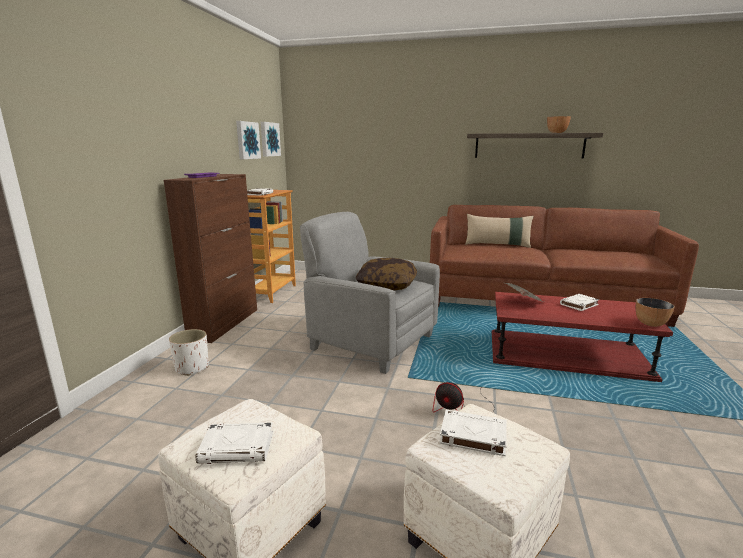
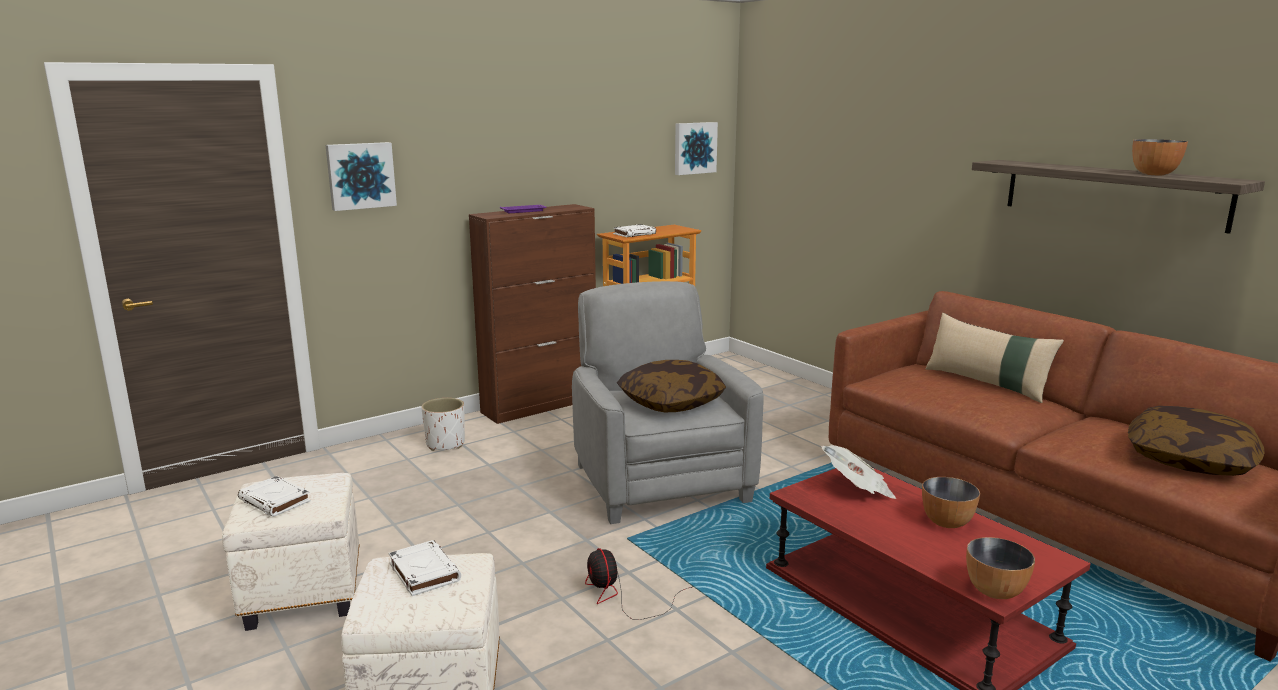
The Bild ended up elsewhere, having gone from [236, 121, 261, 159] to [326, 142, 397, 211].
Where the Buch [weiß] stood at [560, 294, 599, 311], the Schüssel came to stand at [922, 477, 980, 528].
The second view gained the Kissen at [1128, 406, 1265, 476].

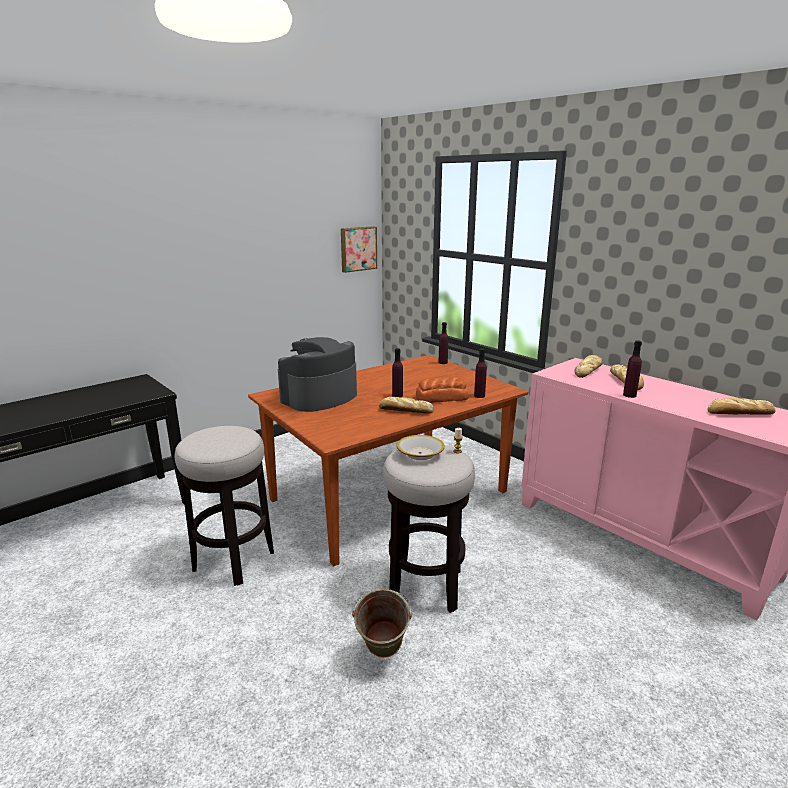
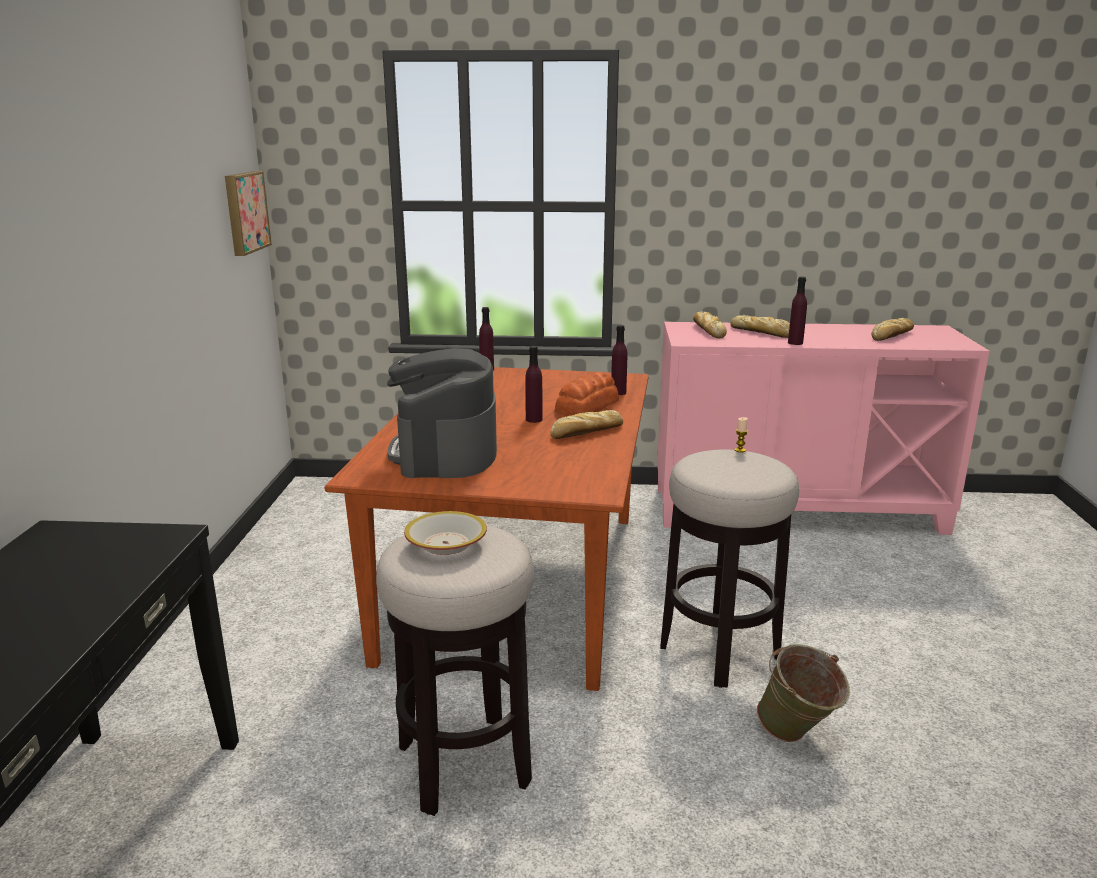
The Schüssel ended up elsewhere, having gone from [397, 435, 445, 460] to [404, 511, 487, 555].

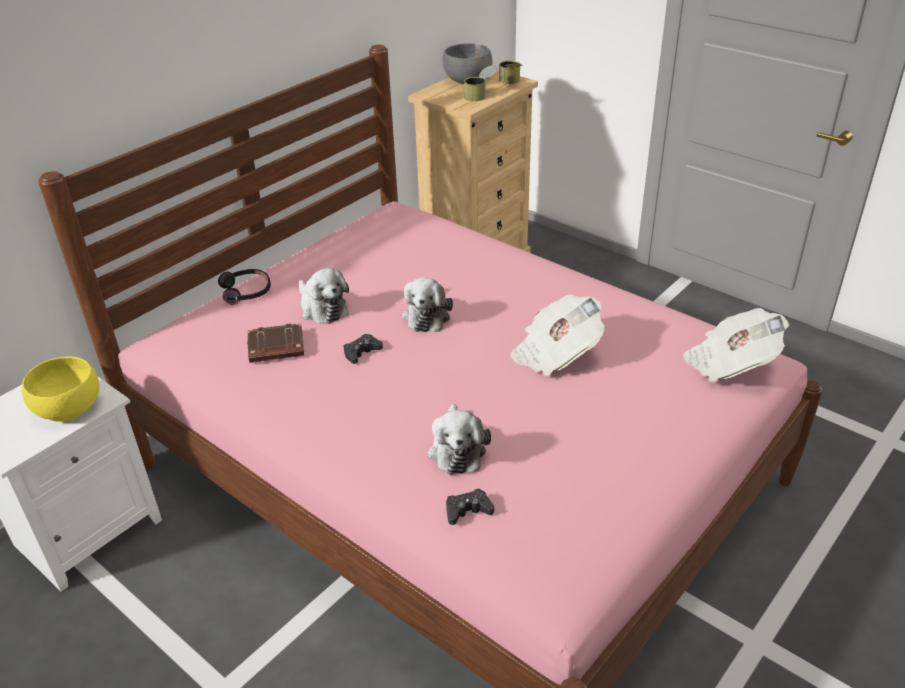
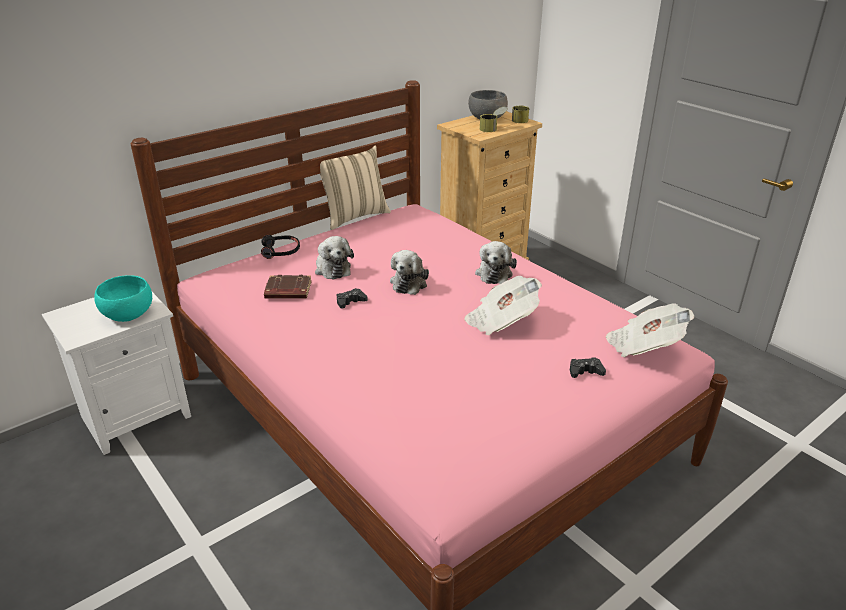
What was the Schüssel [gelb] at [22, 356, 99, 422] turned into the Schüssel [türkis] at [94, 275, 152, 322].
The Plüschtier ended up elsewhere, having gone from [427, 404, 491, 475] to [475, 241, 517, 284].
The Gamepad [schwarz] ended up elsewhere, having gone from [446, 489, 494, 525] to [570, 357, 606, 378].
The second view gained the Kissen [beige] at [320, 146, 391, 230].

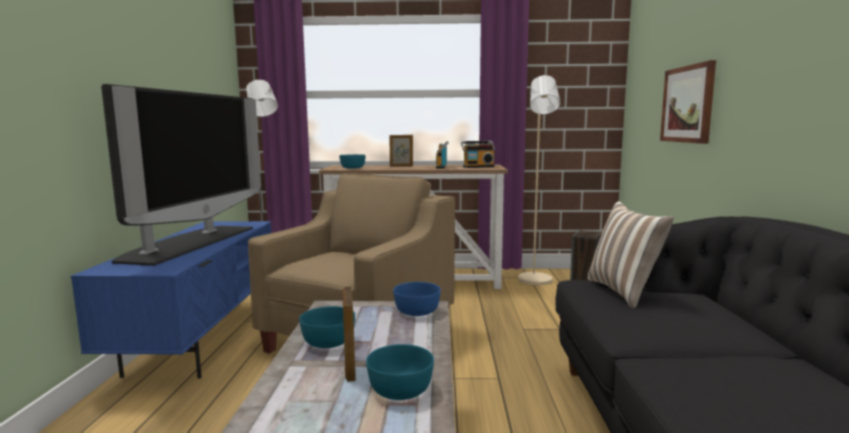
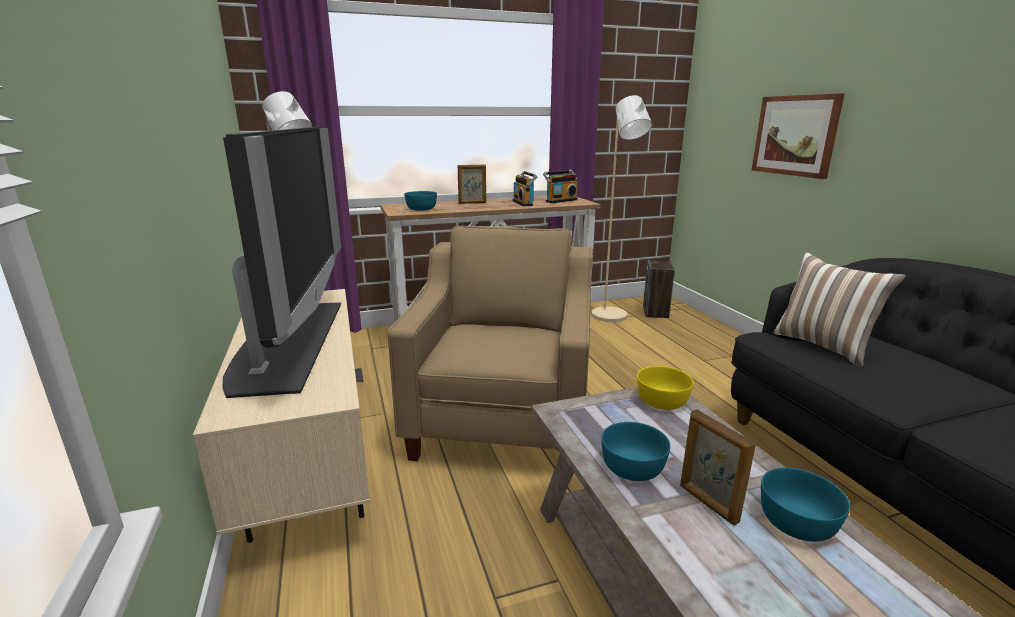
What was the Fernsehschrank [blau] at [71, 221, 271, 379] turned into the Fernsehschrank [beige] at [193, 289, 370, 543].
What was the Schüssel [blau] at [393, 282, 441, 316] turned into the Schüssel [gelb] at [637, 366, 693, 410].

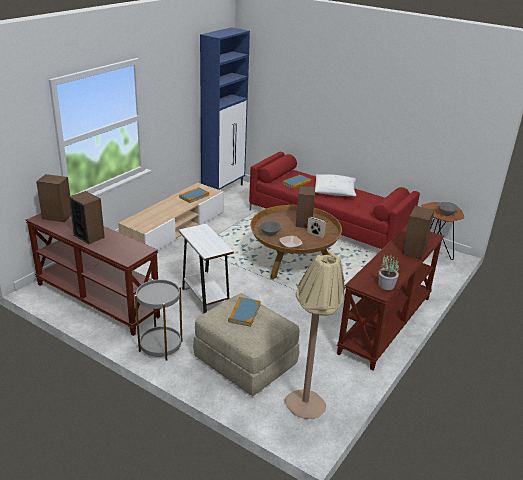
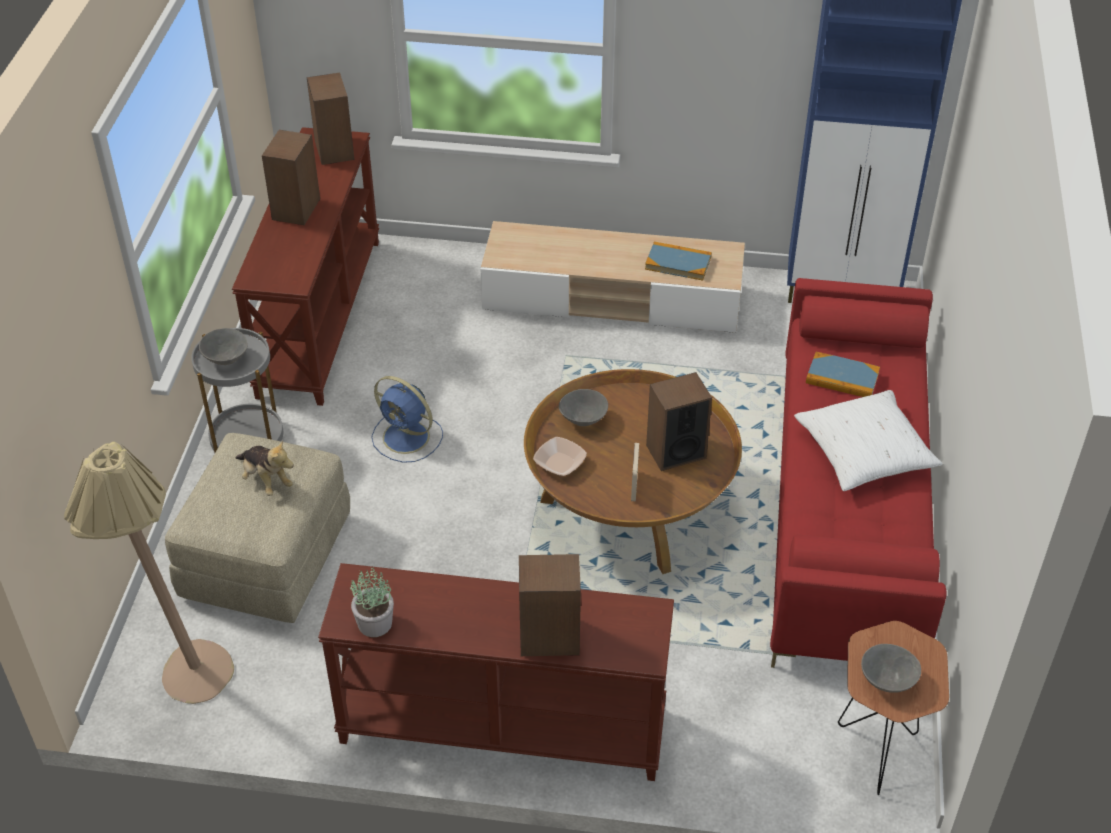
Where the Beistelltisch [weiß] stood at [179, 224, 234, 313], the Ventilator [blau] came to stand at [371, 376, 443, 463].
Where the Buch stood at [228, 297, 261, 327], the Plüschtier came to stand at [235, 440, 294, 496].
The second view gained the Schüssel [grau] at [199, 328, 248, 365].

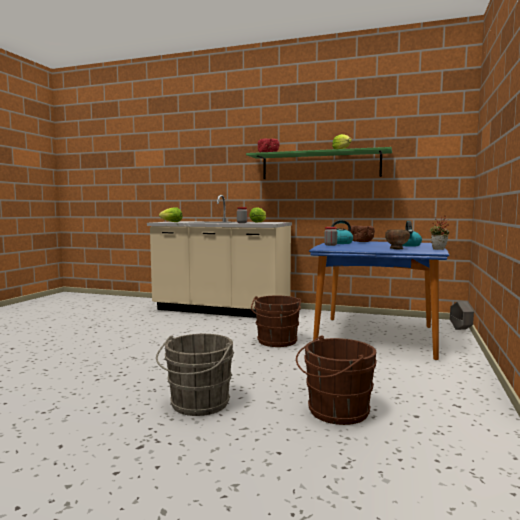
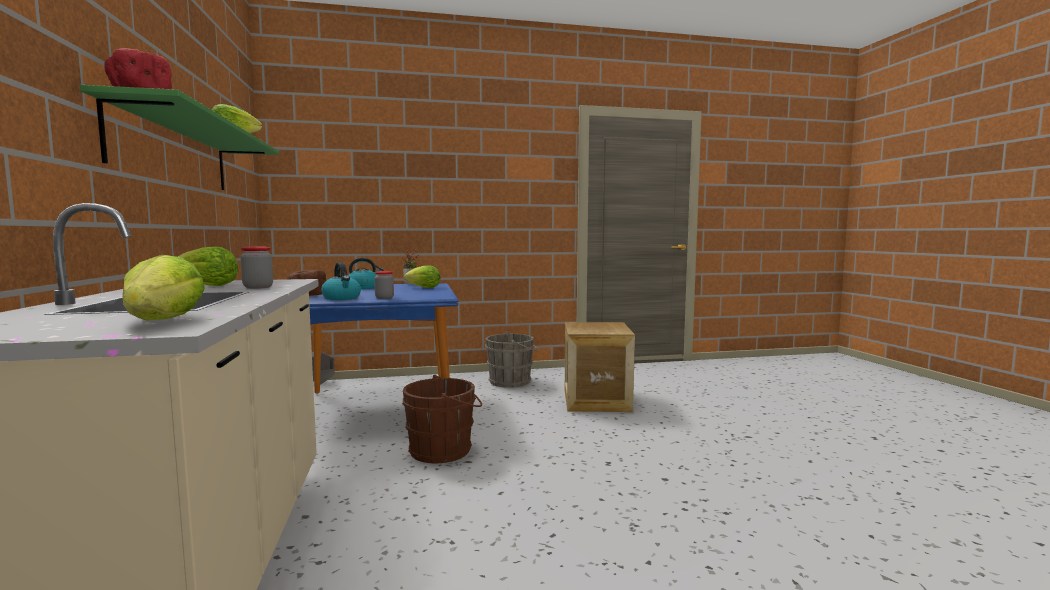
Where the Schüssel [braun] stood at [385, 229, 410, 249], the Salatkopf came to stand at [404, 265, 441, 288].
The Eimer [grau] ended up elsewhere, having gone from [156, 334, 234, 416] to [485, 331, 539, 388].
Where the Eimer [braun] stood at [296, 335, 377, 425], the Kiste came to stand at [565, 322, 635, 412].

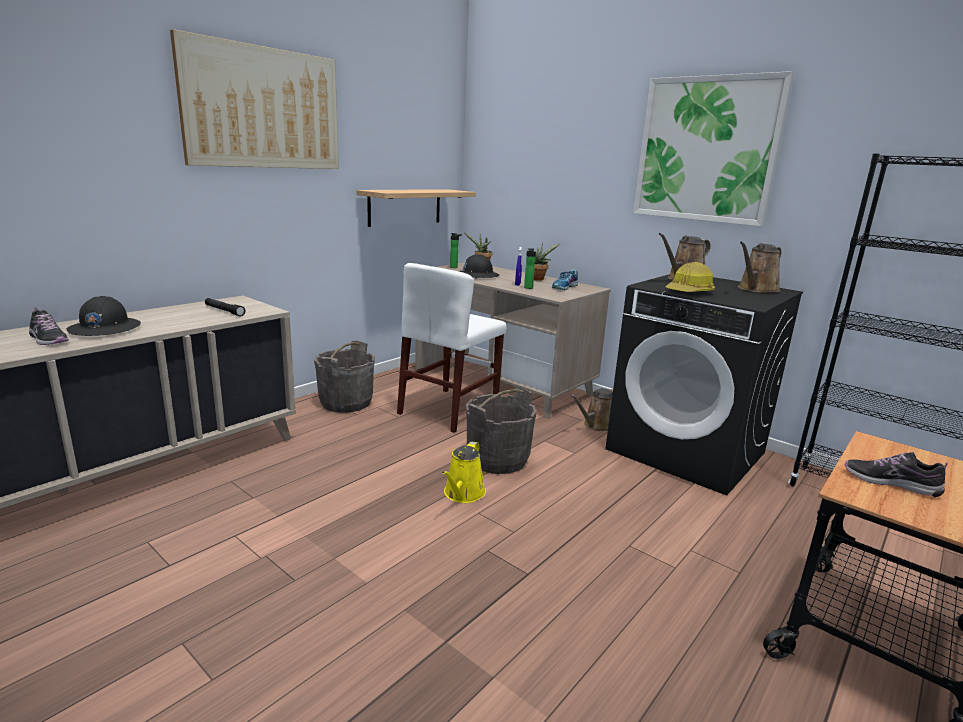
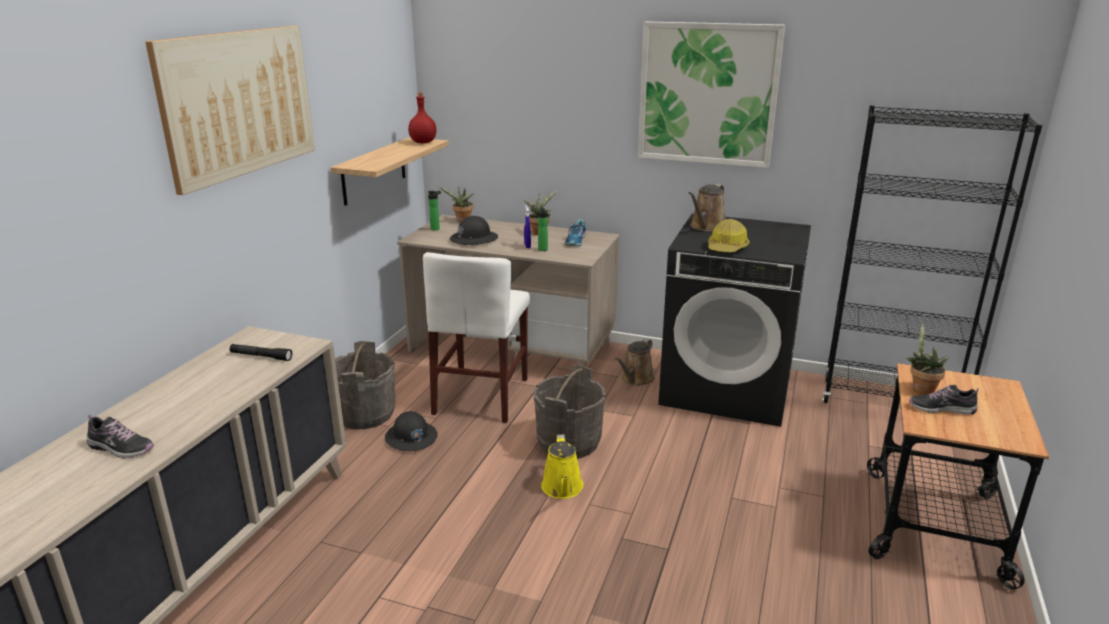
The second view lost the Gießkanne [braun] at [738, 241, 781, 293].
The Schutzhelm [schwarz] ended up elsewhere, having gone from [66, 296, 141, 336] to [385, 411, 438, 451].
The second view gained the Flasche [rot] at [408, 93, 437, 143].
The second view gained the Topfpflanze at [906, 323, 949, 395].

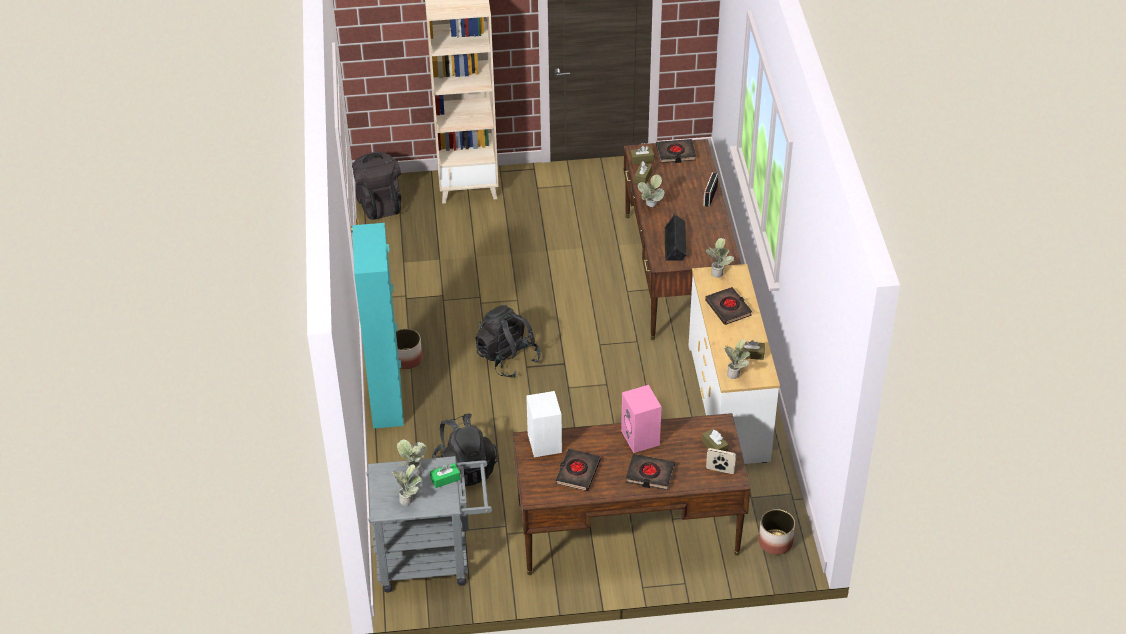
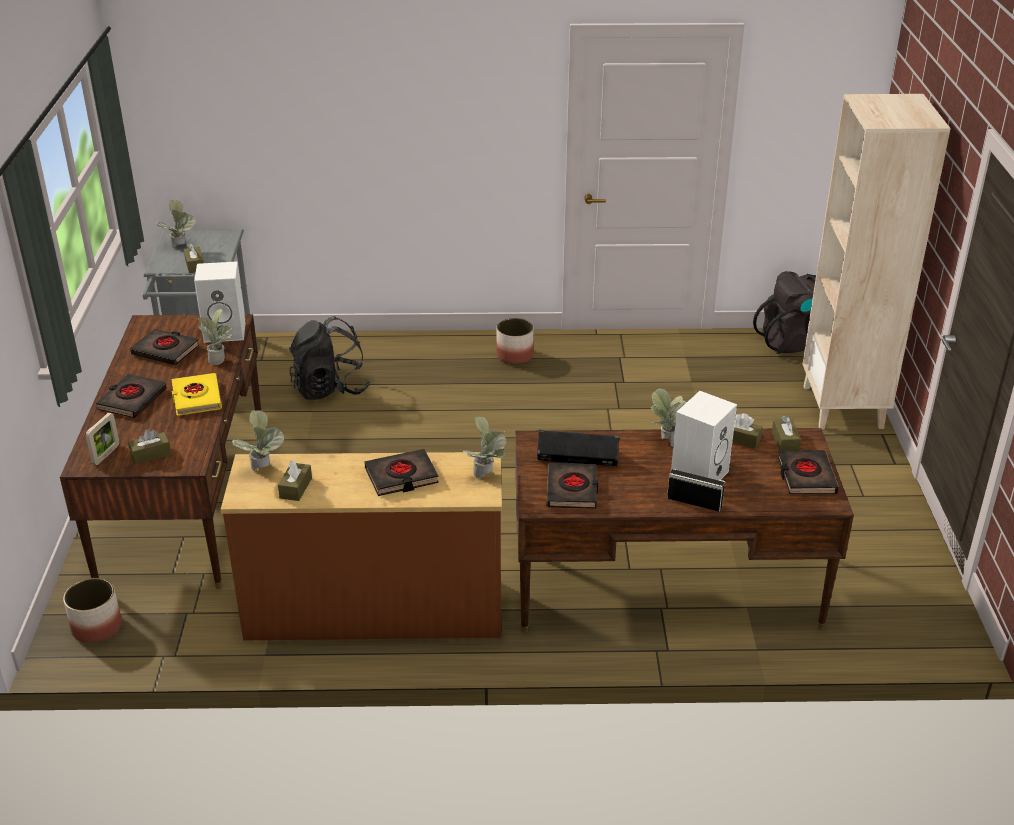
The second view lost the Schrank [türkis] at [352, 223, 404, 429].
What was the Kommode [weiß] at [689, 264, 780, 464] turned into the Kommode [braun] at [221, 452, 502, 641].
The second view lost the Rucksack [schwarz] at [475, 305, 541, 377].
Where the Lautsprecher [rosa] stood at [621, 385, 661, 453], the Buch [gelb] came to stand at [172, 373, 222, 416].
The Topfpflanze ended up elsewhere, having gone from [397, 439, 427, 476] to [197, 309, 232, 365].
What was the Taschentuchbox [grün] at [430, 463, 460, 488] turned into the Taschentuchbox [braun] at [184, 243, 204, 273].
The second view gained the Lautsprecher [weiß] at [671, 391, 737, 480].
The second view gained the Buch [schwarz] at [547, 463, 598, 509].

